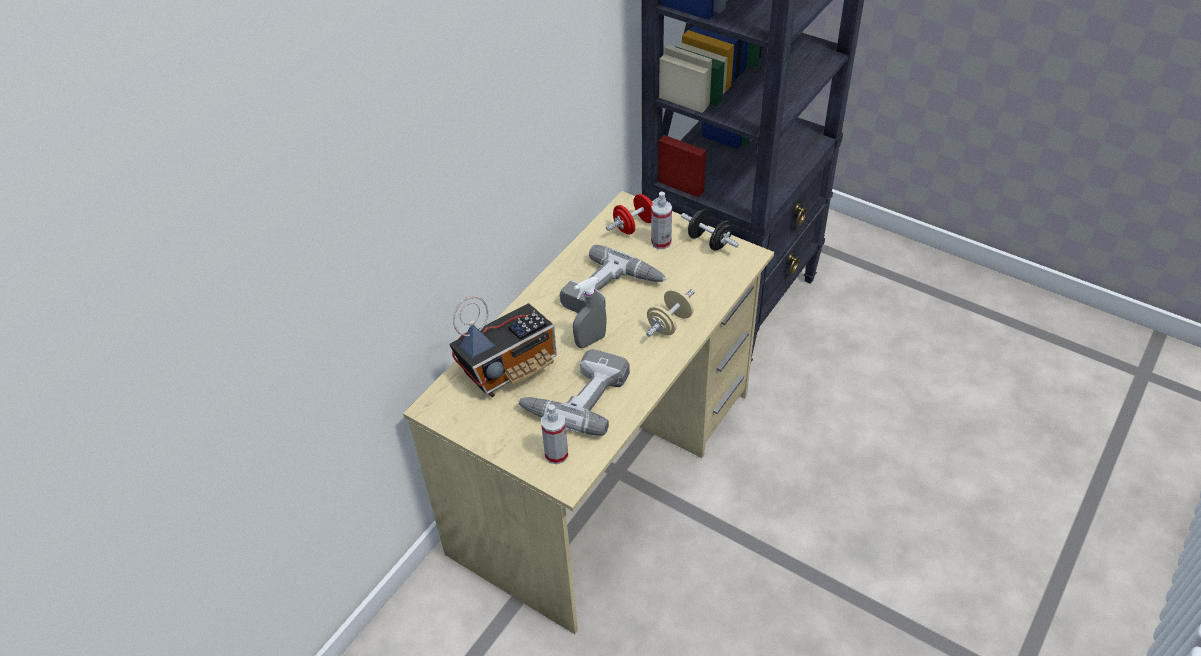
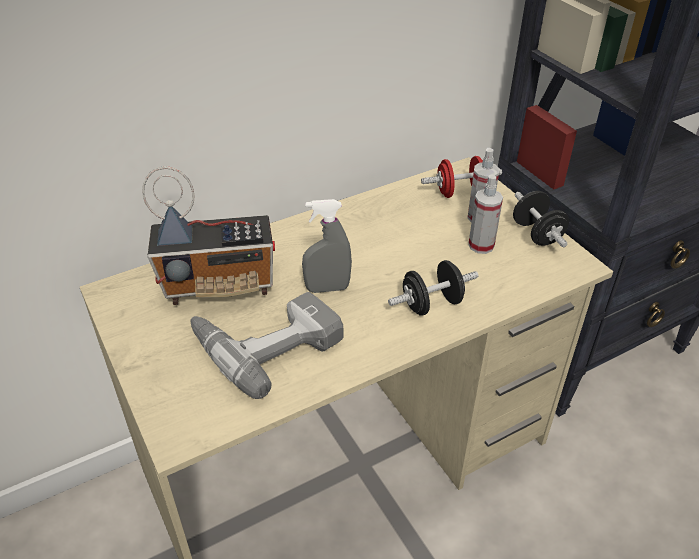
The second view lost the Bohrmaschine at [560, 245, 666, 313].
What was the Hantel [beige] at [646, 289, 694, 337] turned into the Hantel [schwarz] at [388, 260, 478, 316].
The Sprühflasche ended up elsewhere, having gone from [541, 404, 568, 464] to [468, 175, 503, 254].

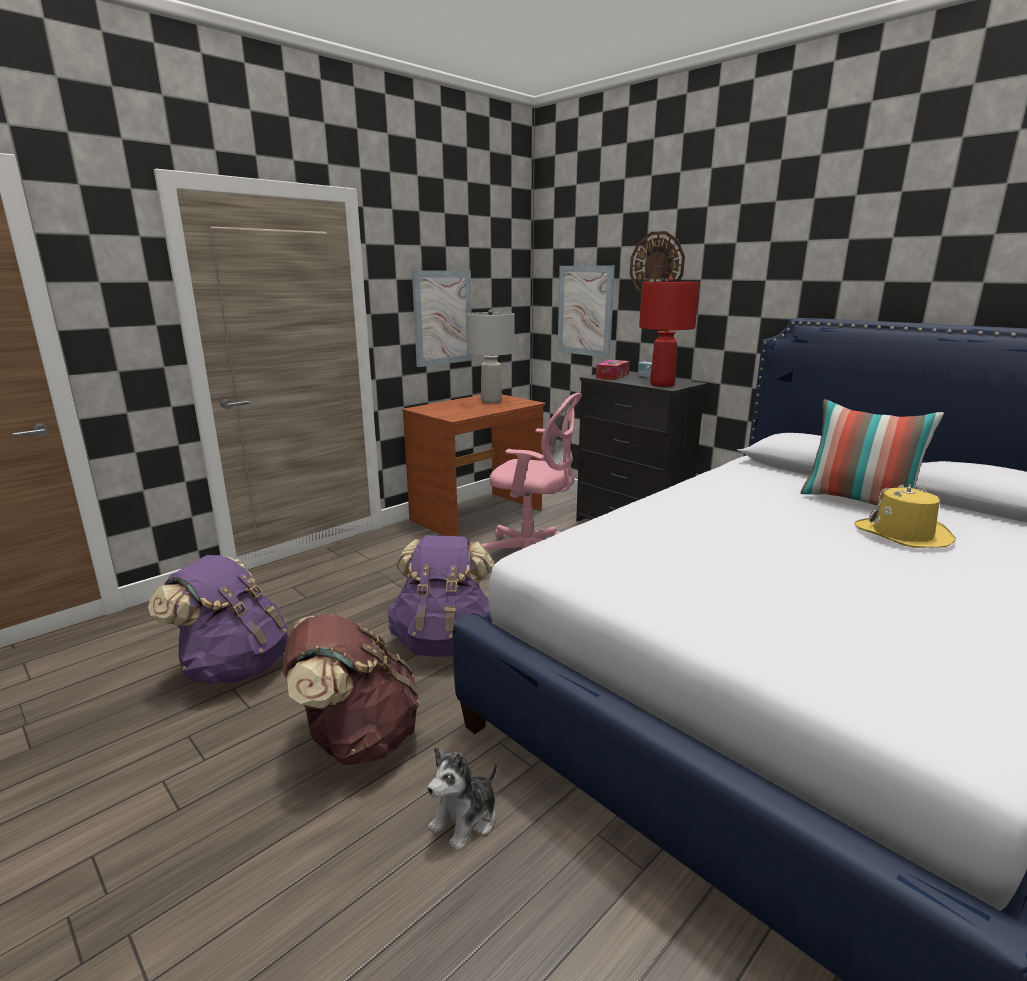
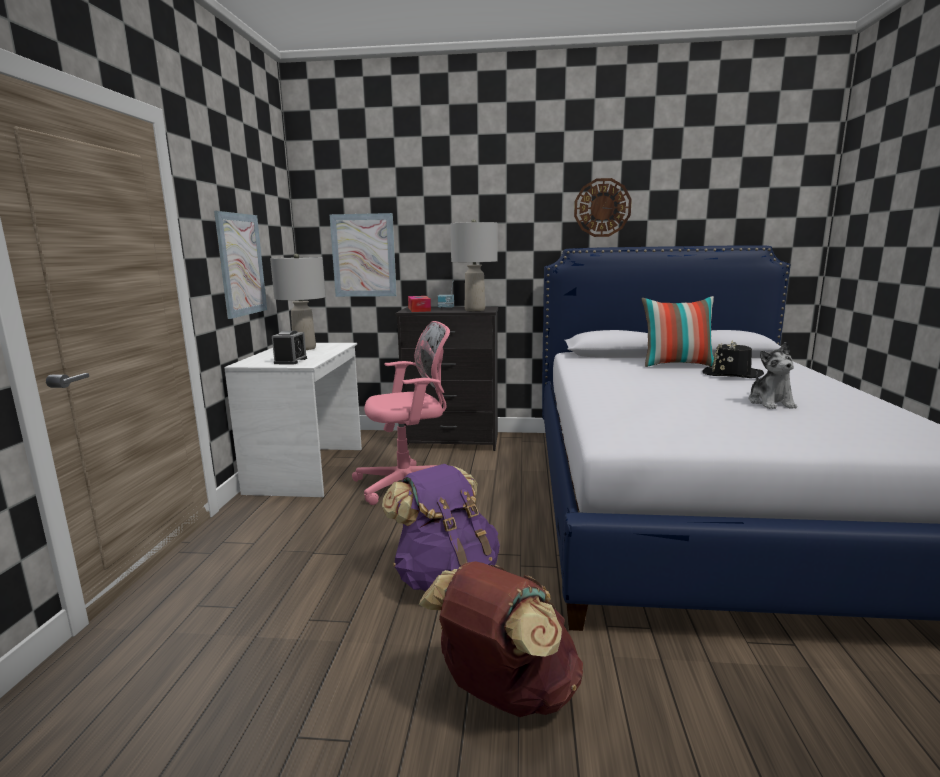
The Wanduhr ended up elsewhere, having gone from [630, 231, 685, 293] to [574, 178, 632, 237].
What was the Tischlampe [rot] at [639, 277, 700, 387] turned into the Tischlampe [grau] at [450, 219, 498, 311].
What was the Schreibtisch [braun] at [402, 394, 546, 536] turned into the Schreibtisch [weiß] at [224, 343, 362, 497].
What was the Hut [gelb] at [855, 484, 956, 548] turned into the Hut [schwarz] at [703, 340, 764, 378].
The second view lost the Rucksack [lila] at [148, 555, 288, 685].
The Plüschtier ended up elsewhere, having gone from [427, 747, 497, 851] to [748, 342, 797, 409].
The second view gained the Wecker at [272, 331, 307, 365].

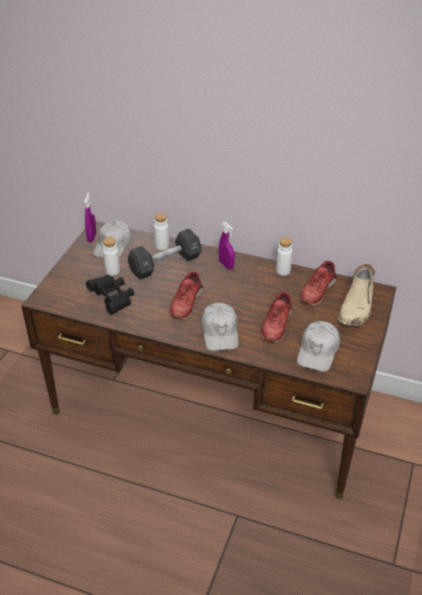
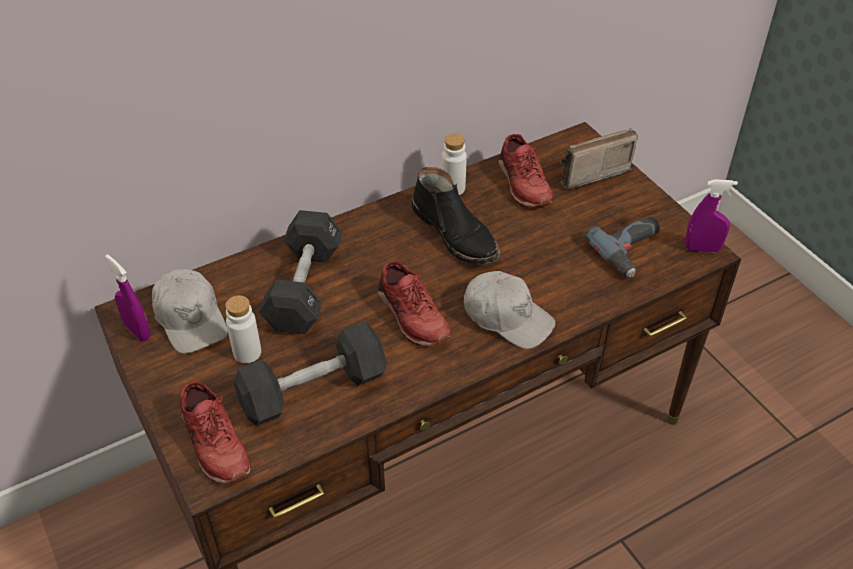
The second view lost the Flasche [weiß] at [154, 213, 169, 250].
The Sprühflasche [lila] ended up elsewhere, having gone from [219, 222, 235, 270] to [685, 179, 738, 252].
Where the Stiefel [beige] stood at [338, 264, 375, 327], the Radio came to stand at [560, 129, 638, 189].
Where the Fernglas [schwarz] stood at [86, 275, 134, 314], the Hantel [schwarz] came to stand at [234, 321, 387, 426].
The Schuh [rot] ended up elsewhere, having gone from [261, 292, 292, 343] to [180, 381, 250, 484].
Where the Kappe [weiß] stood at [297, 321, 340, 372], the Bohrmaschine came to stand at [584, 217, 660, 277].
The second view gained the Stiefel [schwarz] at [412, 167, 501, 265].

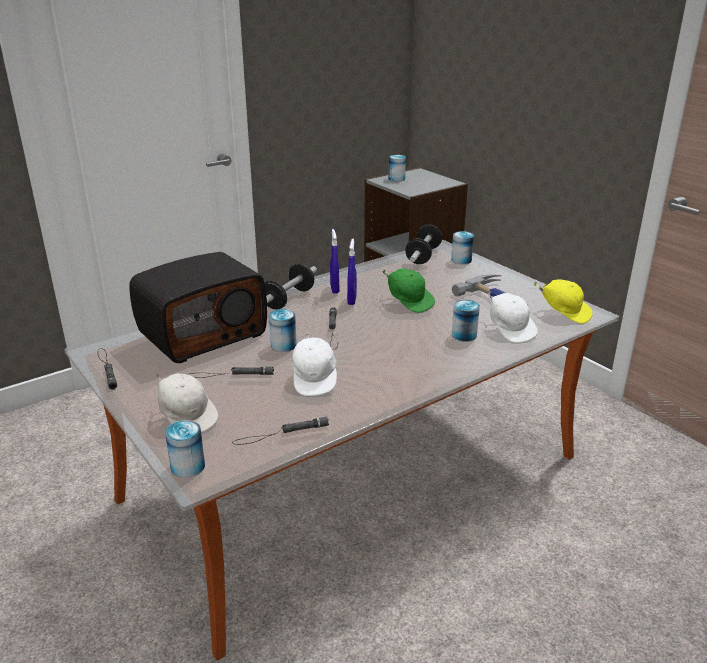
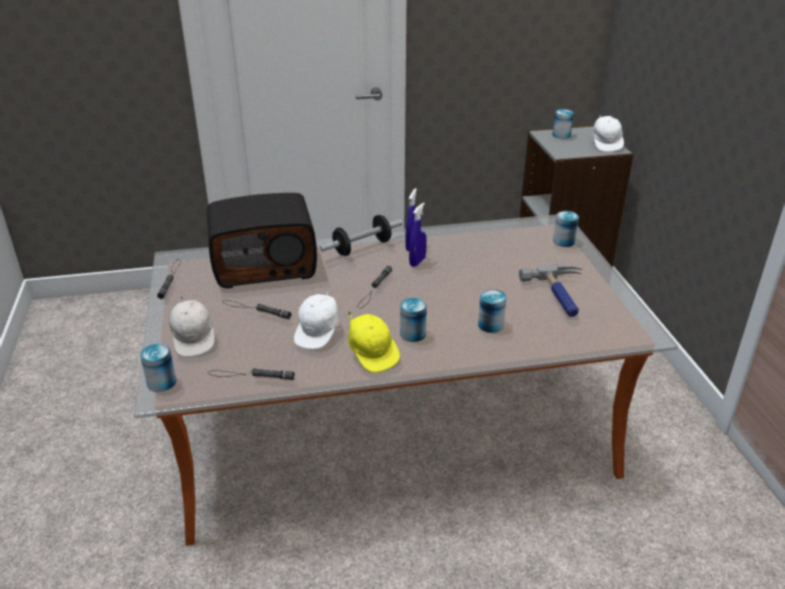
The second view lost the Hantel at [405, 224, 442, 264].
The second view lost the Kappe [grün] at [382, 268, 435, 313].
The Kappe [gelb] ended up elsewhere, having gone from [533, 279, 593, 324] to [347, 311, 400, 373].
The Kappe [weiß] ended up elsewhere, having gone from [487, 291, 538, 343] to [592, 114, 624, 152].
The Dose ended up elsewhere, having gone from [269, 309, 297, 352] to [400, 298, 427, 342].

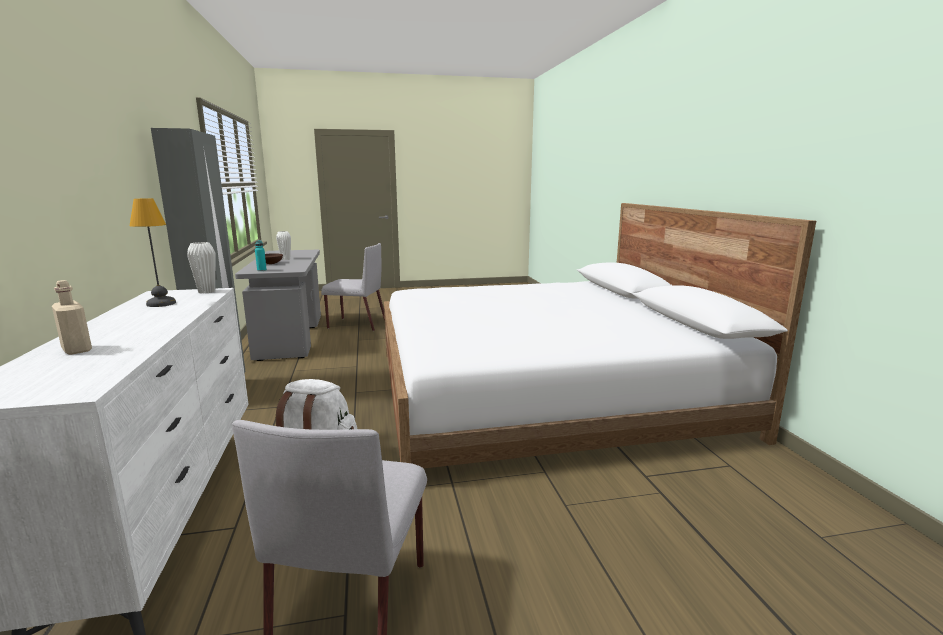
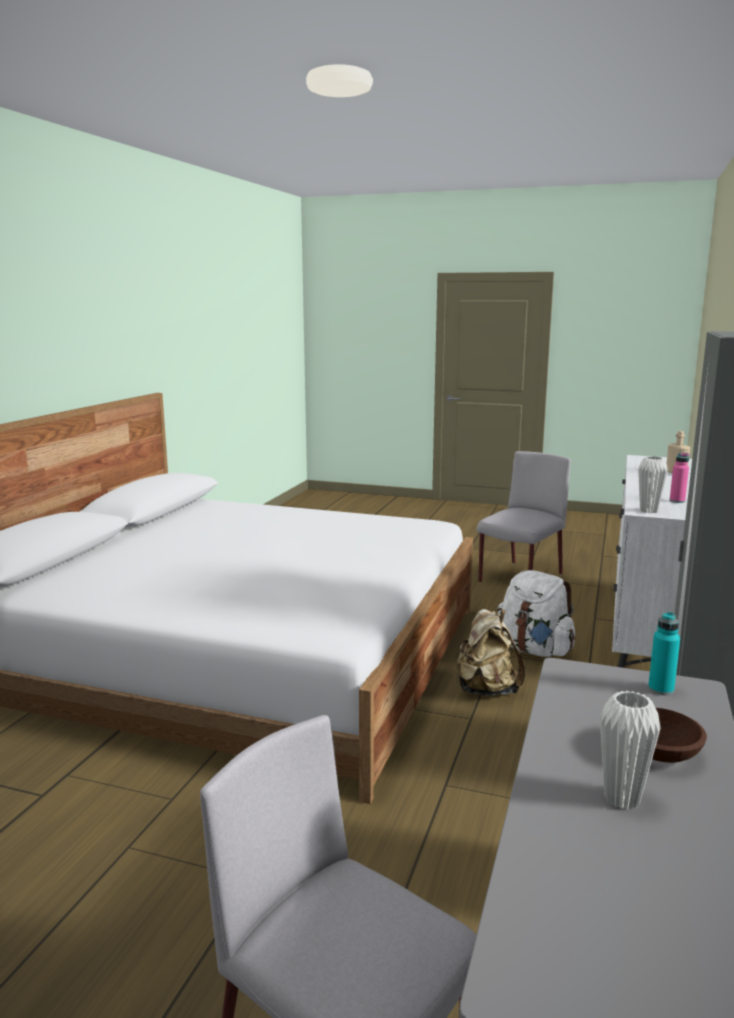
Where the Tischlampe stood at [130, 198, 176, 307], the Flasche [rosa] came to stand at [670, 453, 689, 503].
The second view gained the Rucksack [beige] at [456, 608, 525, 695].

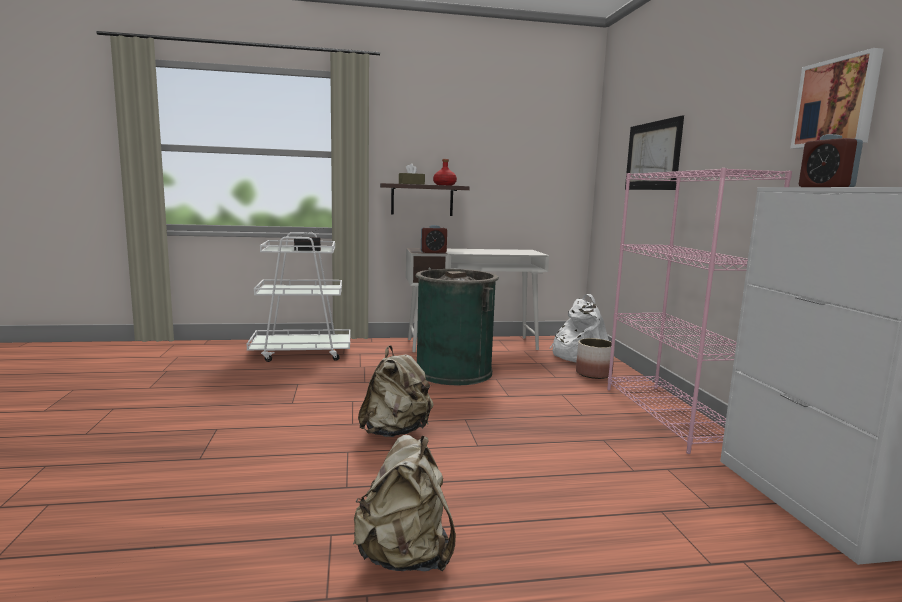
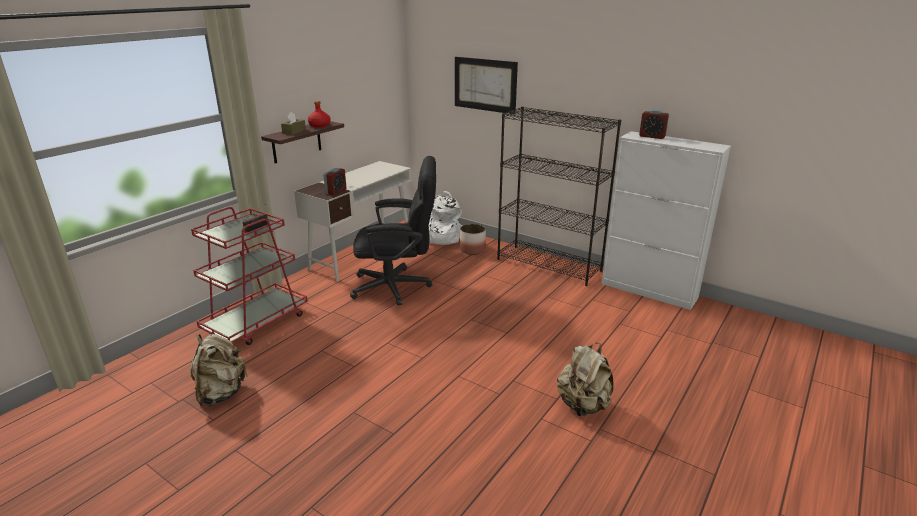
The second view lost the Bild at [790, 48, 883, 149].
What was the Bücherregal [rosa] at [607, 168, 792, 454] turned into the Bücherregal [schwarz] at [497, 107, 621, 286].
What was the Rollwagen [weiß] at [247, 232, 350, 362] turned into the Rollwagen [rot] at [191, 207, 308, 345].
Where the Mülleimer [grün] stood at [416, 269, 499, 385], the Bürostuhl [schwarz] came to stand at [350, 156, 436, 306].
The Rucksack [beige] ended up elsewhere, having gone from [358, 345, 433, 437] to [190, 334, 248, 406].

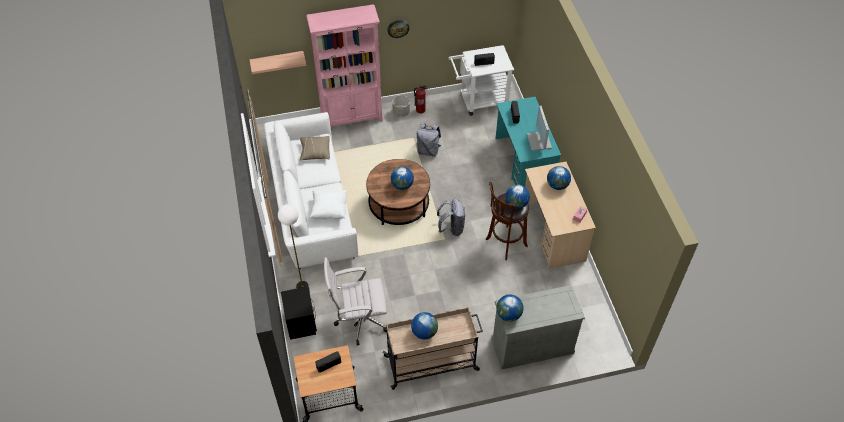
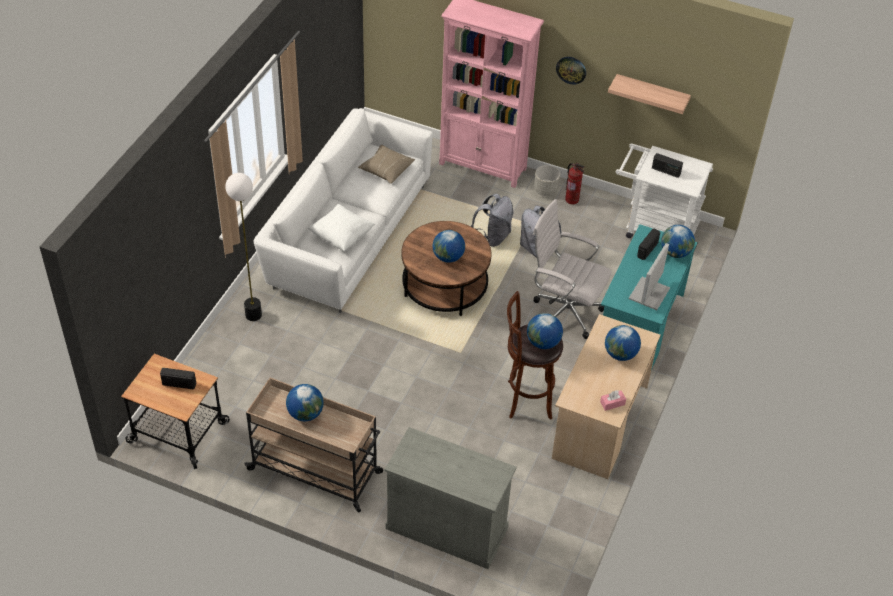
The Wandregal ended up elsewhere, having gone from [249, 51, 306, 74] to [608, 74, 691, 114].
The Rucksack [grau] ended up elsewhere, having gone from [437, 199, 465, 236] to [471, 194, 513, 247].
The Bürostuhl [weiß] ended up elsewhere, having gone from [324, 257, 387, 345] to [533, 199, 612, 339].
The second view lost the Nachttisch [schwarz] at [281, 286, 317, 340].
The Globus ended up elsewhere, having gone from [496, 294, 524, 322] to [661, 225, 695, 258].

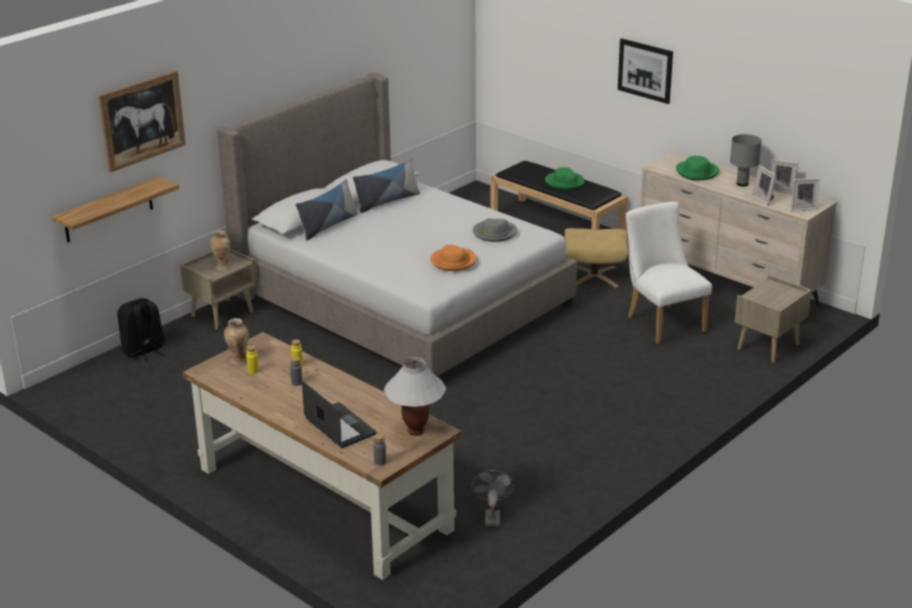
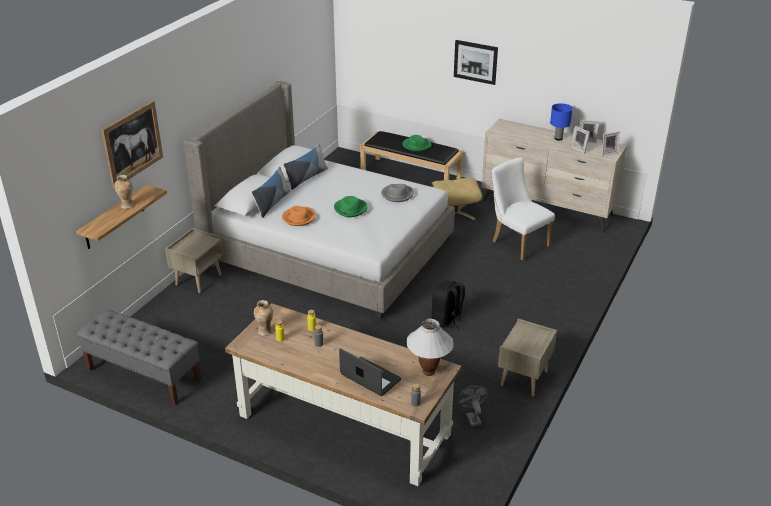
What was the Tischlampe [grau] at [730, 134, 762, 187] turned into the Tischlampe [blau] at [550, 103, 573, 141].
The Hut [grün] ended up elsewhere, having gone from [676, 156, 719, 181] to [334, 196, 368, 218].
The Vase ended up elsewhere, having gone from [210, 231, 231, 270] to [114, 175, 134, 209].
The Hut [orange] ended up elsewhere, having gone from [430, 245, 477, 271] to [282, 206, 316, 226].
The Nachttisch [beige] ended up elsewhere, having gone from [735, 275, 812, 363] to [498, 319, 557, 396].
The Rucksack [schwarz] ended up elsewhere, having gone from [117, 298, 165, 362] to [432, 280, 468, 329].
The second view gained the Bank [grau] at [76, 309, 201, 405].

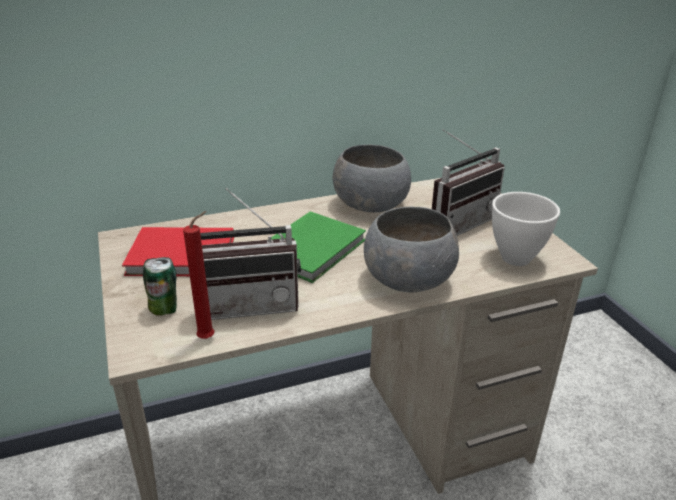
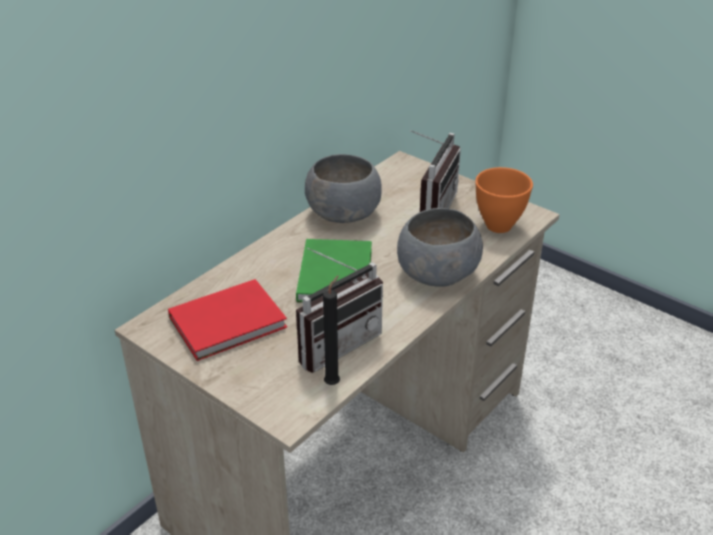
What was the Schüssel [weiß] at [492, 192, 560, 266] turned into the Schüssel [orange] at [475, 167, 533, 233].
What was the Kerze [rot] at [183, 211, 214, 339] turned into the Kerze [schwarz] at [323, 275, 340, 385].
The second view lost the Dose at [143, 257, 177, 316].

